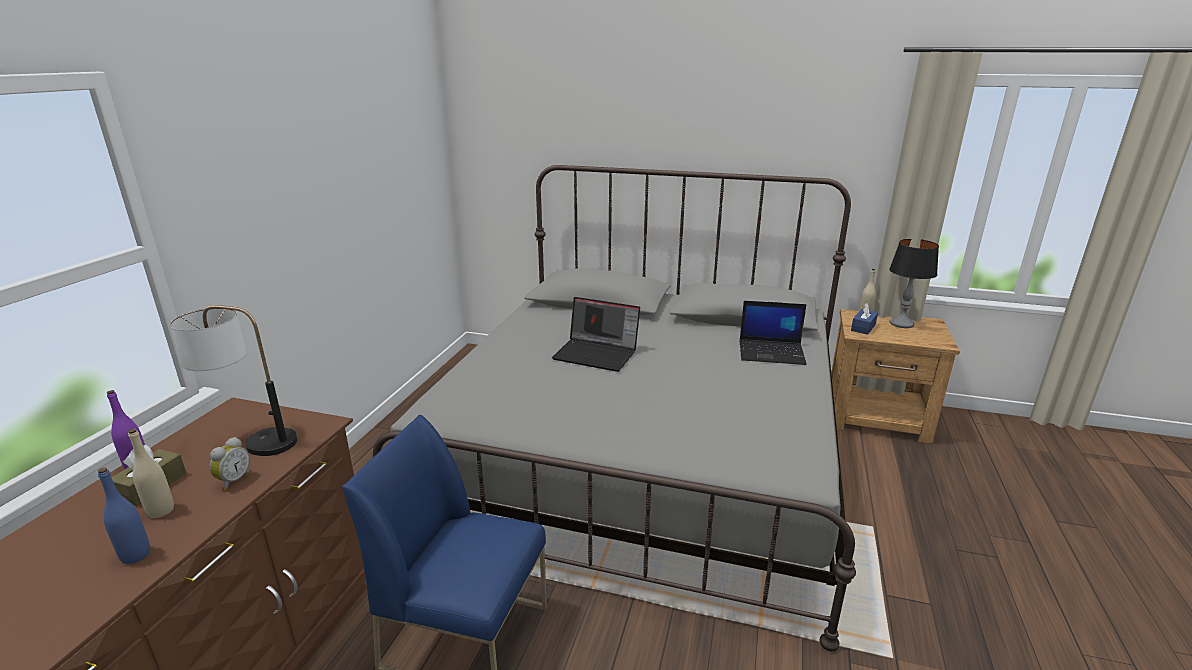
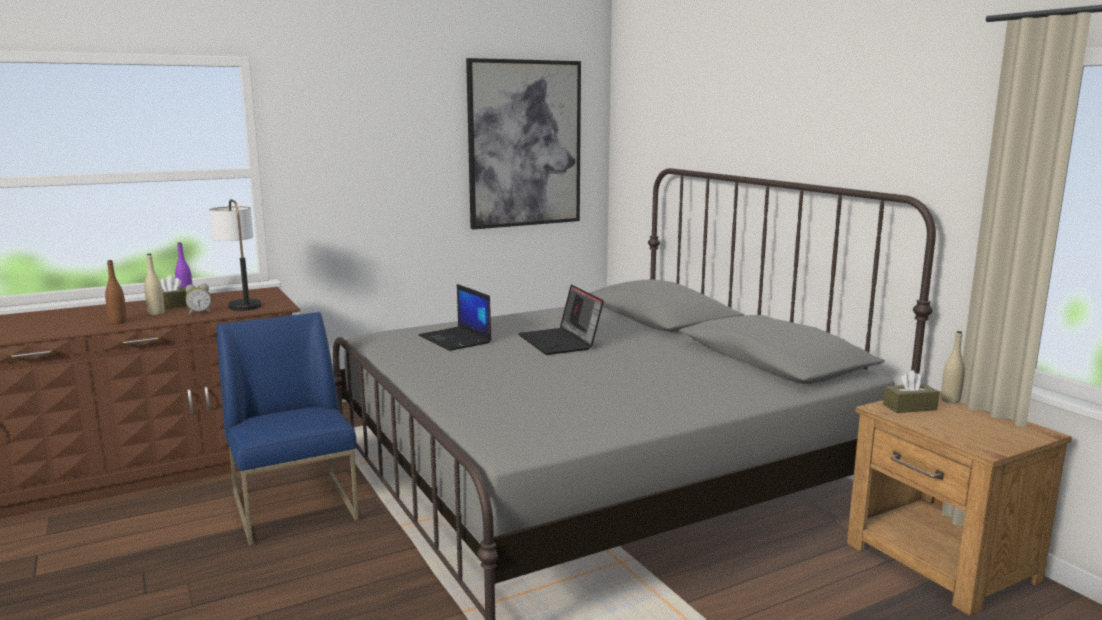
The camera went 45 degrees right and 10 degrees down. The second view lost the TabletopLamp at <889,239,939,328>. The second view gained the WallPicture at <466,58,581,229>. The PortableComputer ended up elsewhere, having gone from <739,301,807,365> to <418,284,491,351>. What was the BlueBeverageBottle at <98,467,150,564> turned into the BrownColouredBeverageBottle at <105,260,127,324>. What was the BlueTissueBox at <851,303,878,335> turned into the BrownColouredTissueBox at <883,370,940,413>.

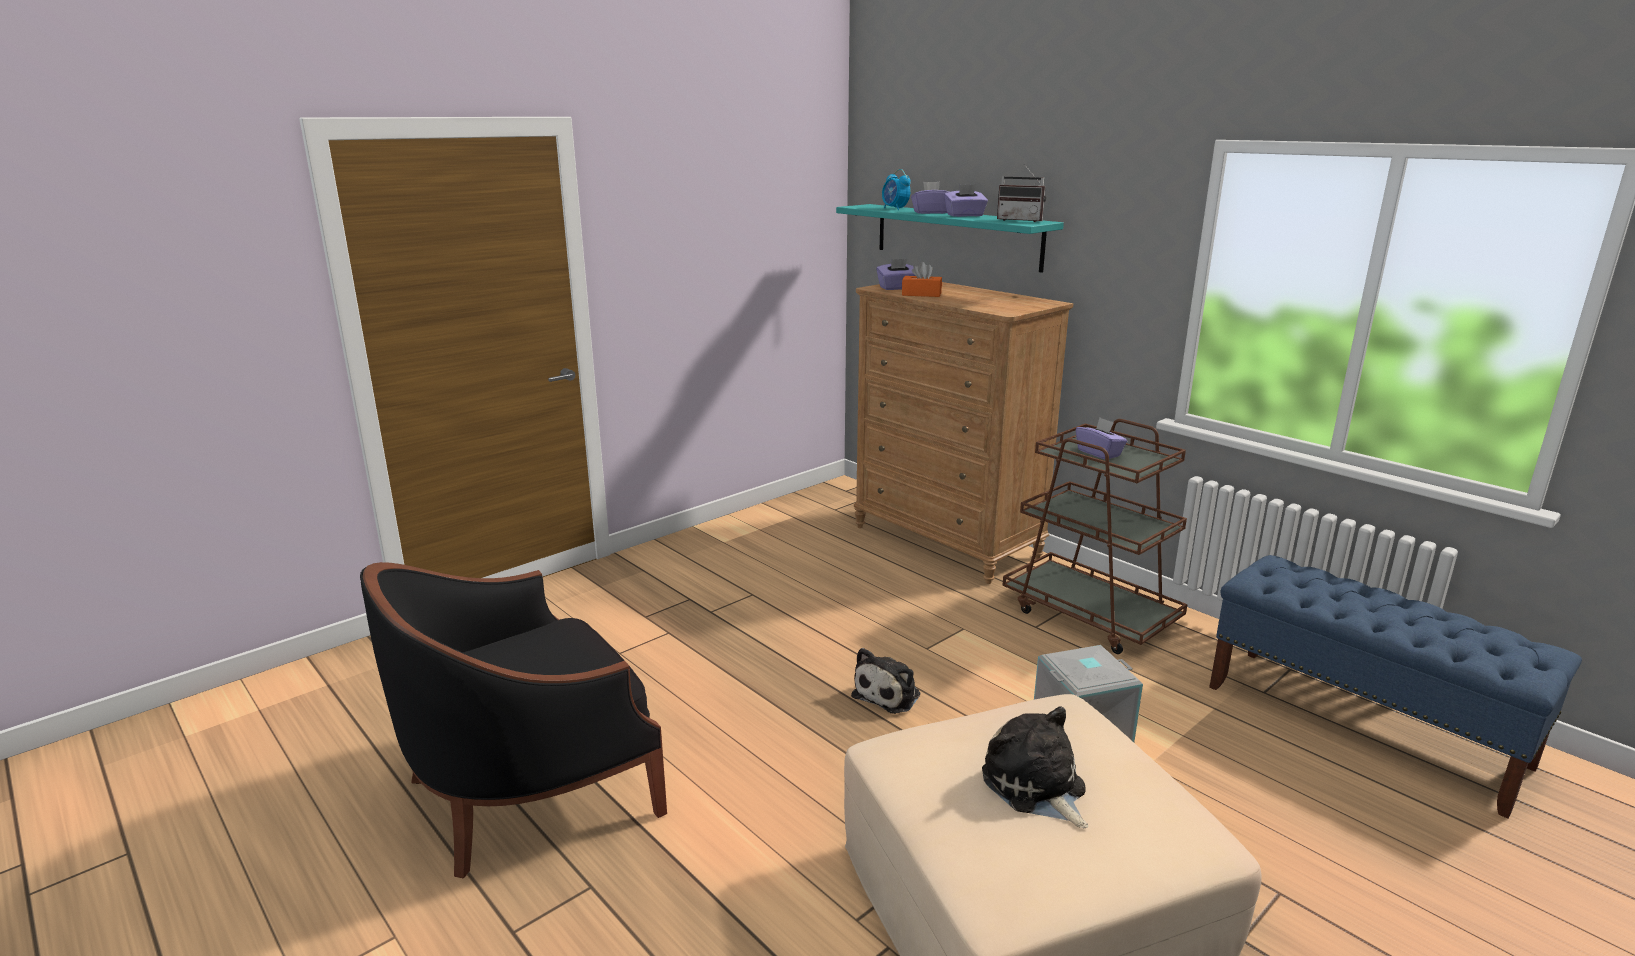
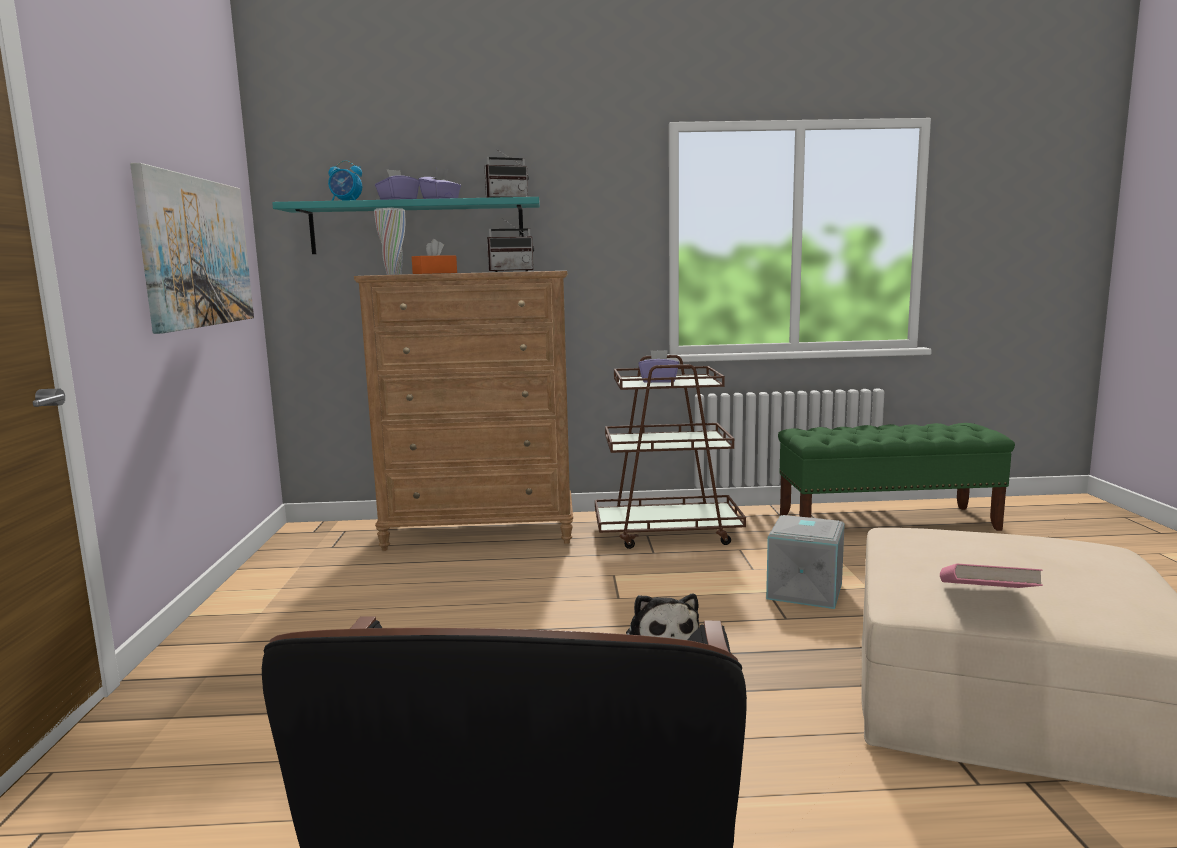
The camera went 50 degrees left and 10 degrees down. The second view lost the CuddlyToy at <982,706,1088,828>. The second view gained the WallPicture at <130,163,254,334>. The second view gained the RadioReceiver at <487,218,534,272>. The second view gained the PinkishBook at <940,564,1043,588>. Where the PurplishTissueBox stood at <876,259,916,290>, the WhiteColouredDecorativeVase came to stand at <374,208,405,275>. What was the BlueLongSeat at <1209,555,1582,819> turned into the GreenColouredLongSeat at <778,423,1015,531>.

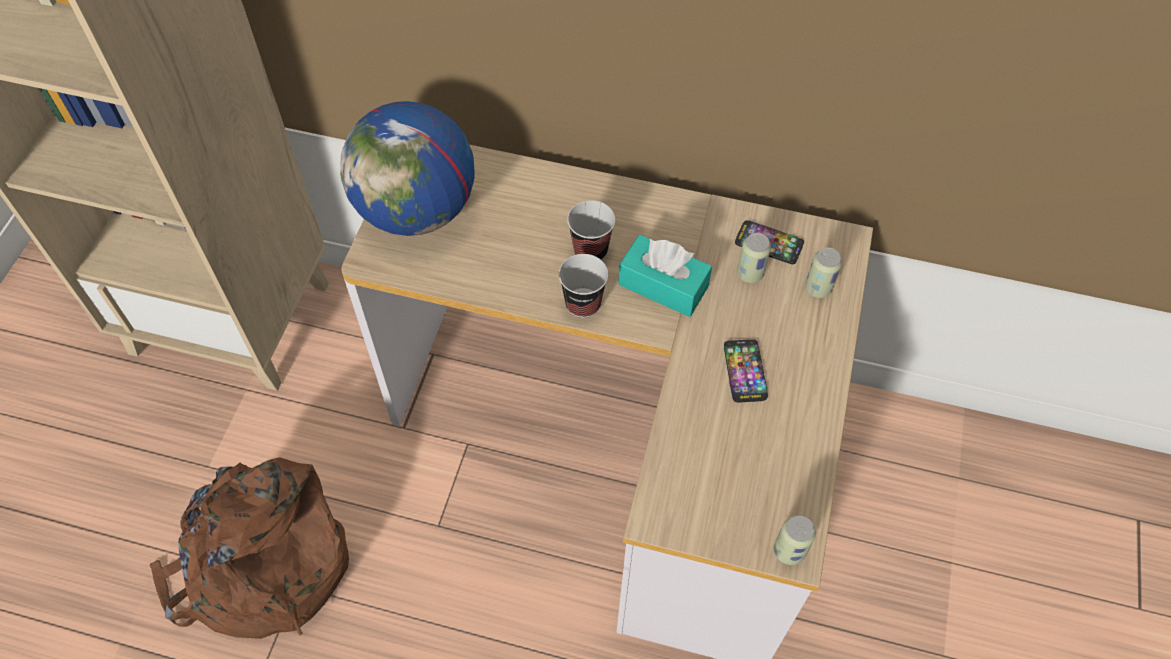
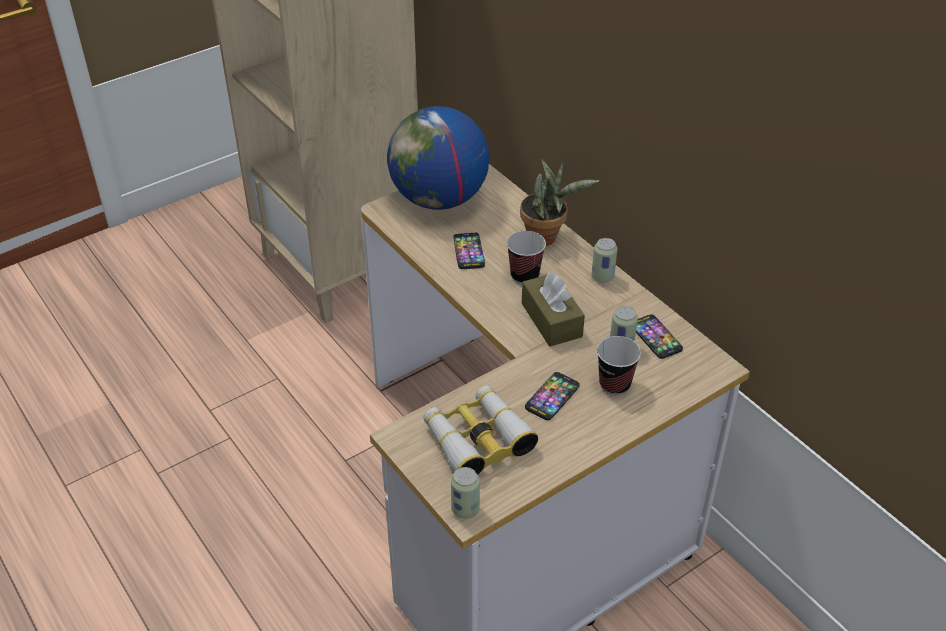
The camera went 40 degrees right and 15 degrees down. The second view lost the BrownColouredKnapsack at <150,457,349,639>. The second view gained the PairOfBinoculars at <423,385,538,475>. The second view gained the Handset at <453,233,485,269>. The second view gained the PottedPlant at <520,159,599,246>. The DrinkingCup ended up elsewhere, having gone from <559,254,608,318> to <597,336,641,395>. The MetalCan ended up elsewhere, having gone from <805,248,842,298> to <592,238,618,283>. What was the BlueGreenTissueBox at <618,235,712,317> turned into the BrownColouredTissueBox at <522,271,585,347>.

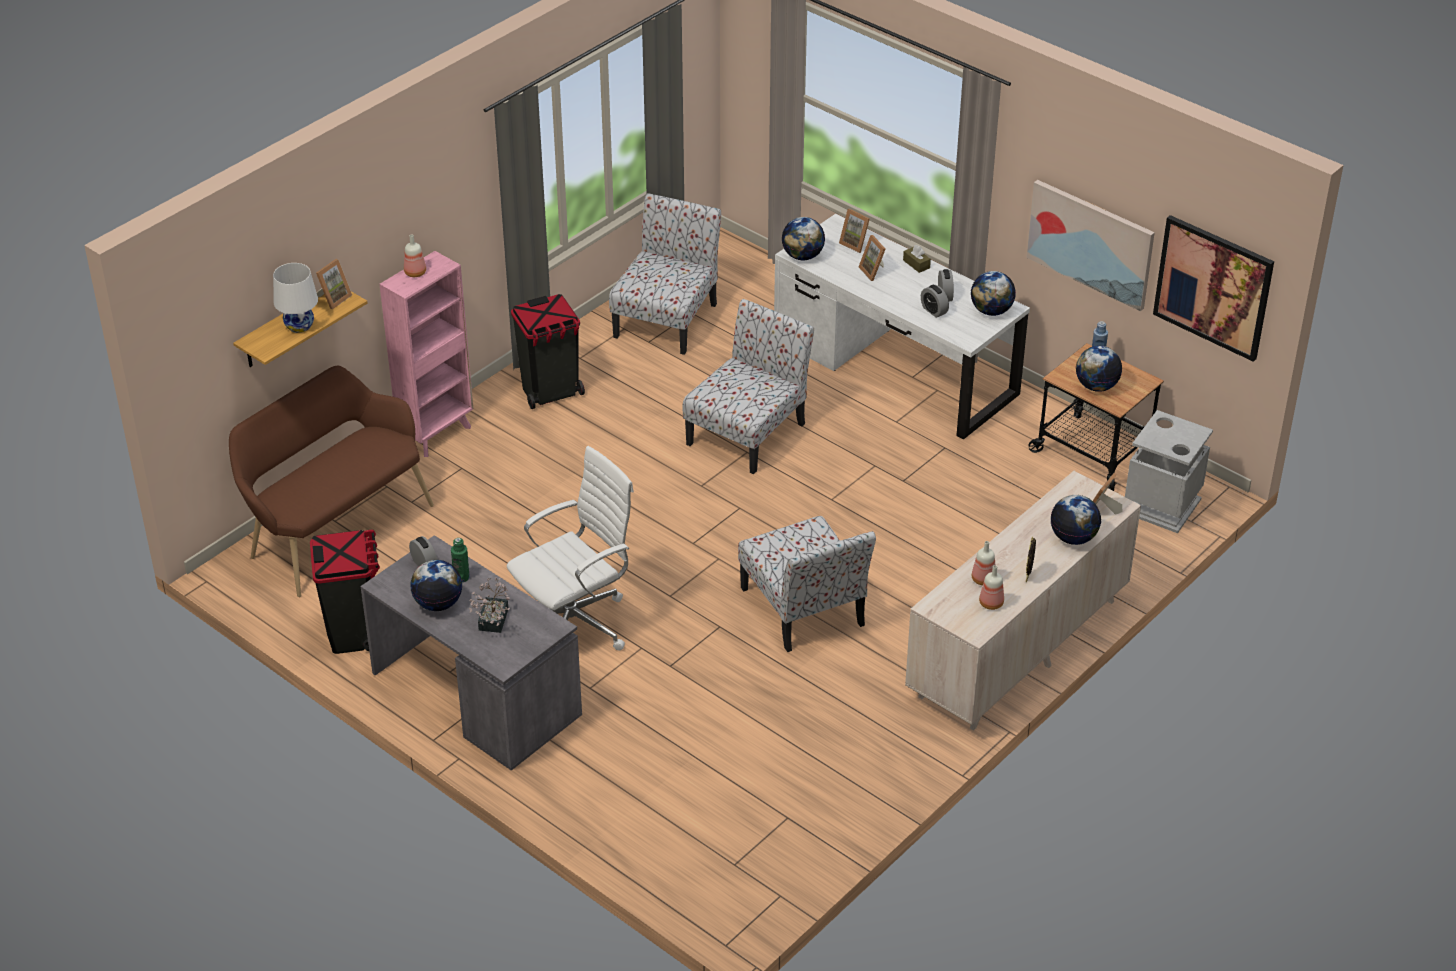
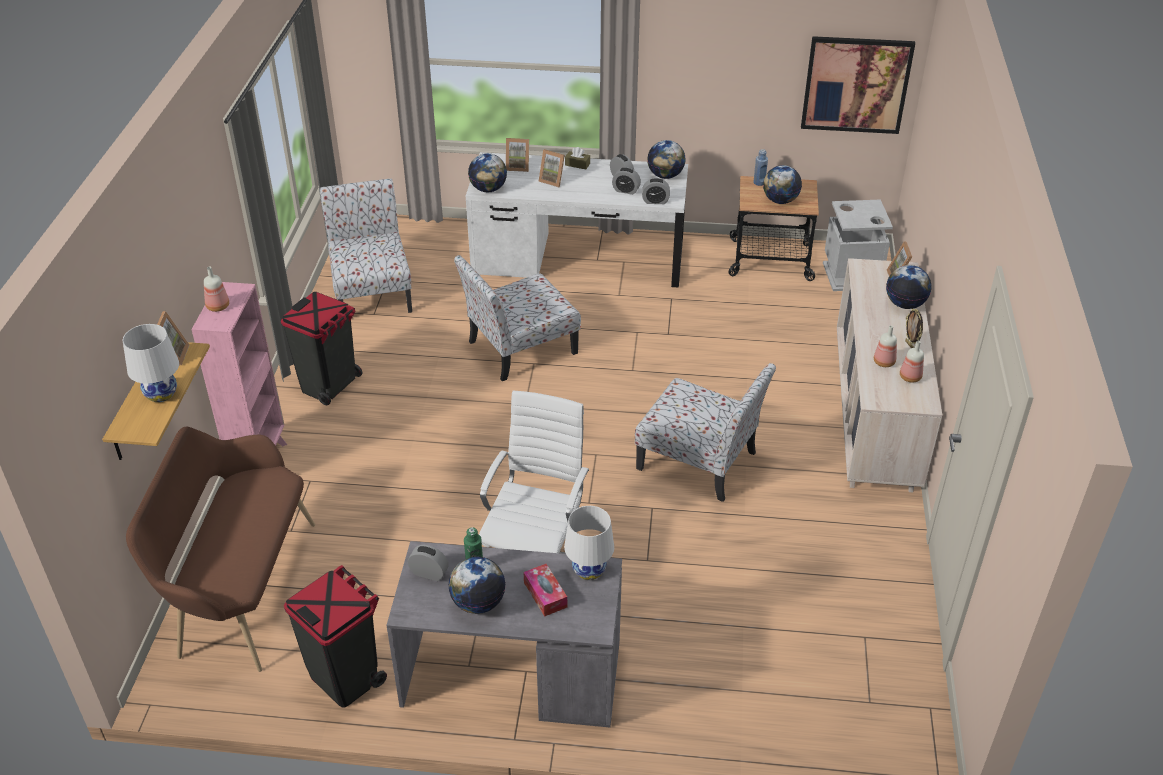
The camera went 35 degrees left and 0 degrees up. The second view lost the WallPicture at <1026,180,1155,311>. The second view gained the WhiteColouredTabletopLamp at <564,506,614,580>. The second view gained the BedsideClock at <642,178,670,204>. Where the PottedPlant stood at <469,577,510,633>, the TissueBox came to stand at <523,564,567,617>. The PlainChair at <683,299,814,474> ended up facing another way, 120 degrees counterclockwise from before.

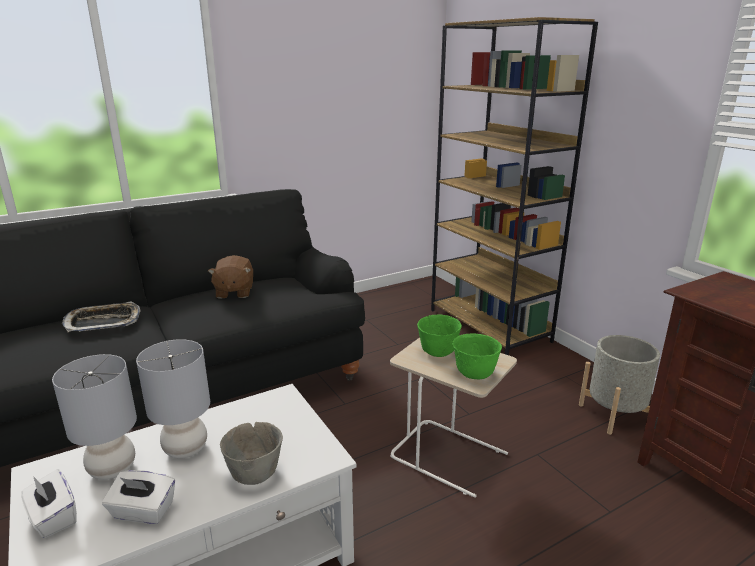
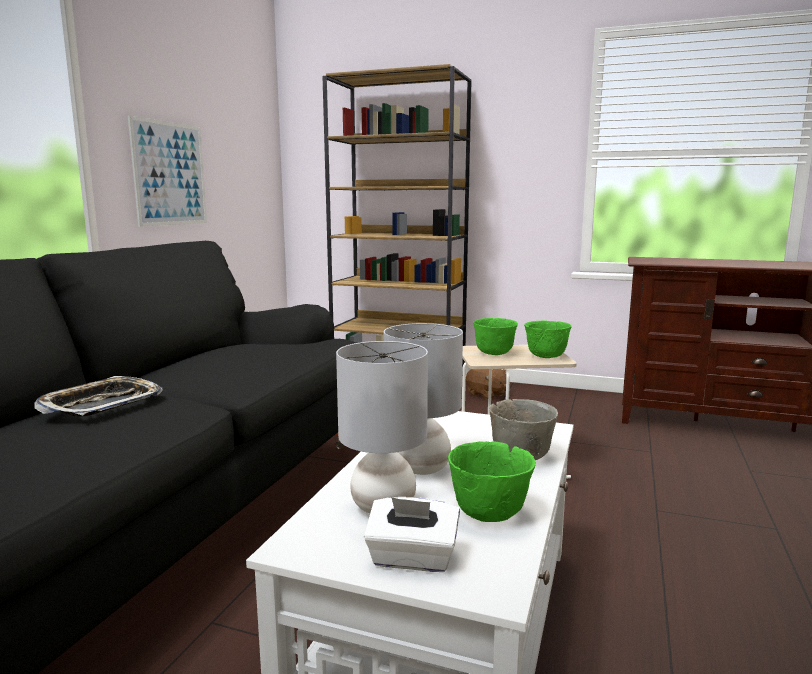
The camera went 40 degrees left and 10 degrees down. The second view lost the GreyishFlowerPot at <579,335,660,435>. The second view gained the WallPicture at <128,115,207,227>. The BrownColouredCuddlyToy ended up elsewhere, having gone from <208,255,253,299> to <466,369,506,399>. Where the WhiteColouredTissueBox stood at <102,470,175,524>, the GreenColouredDeepDish came to stand at <448,441,536,522>.

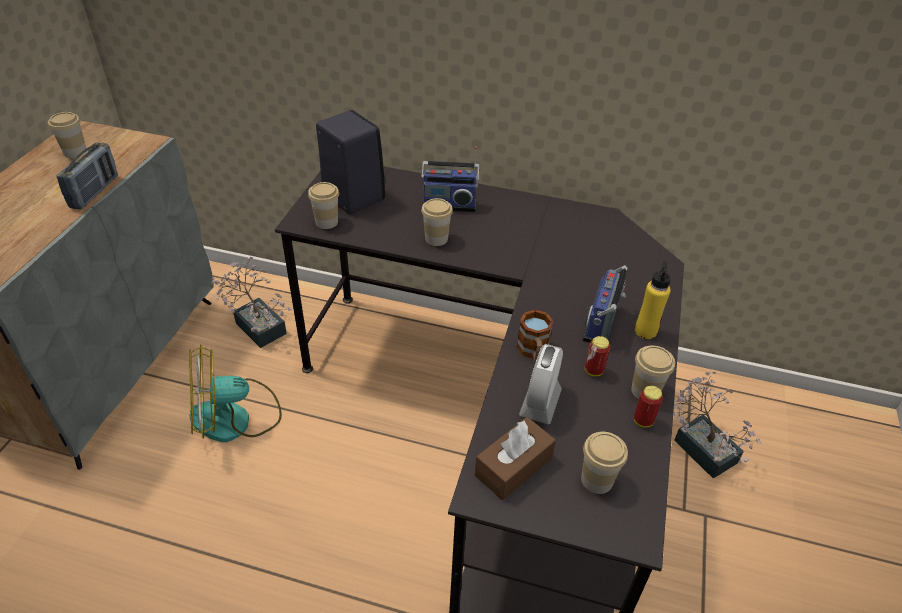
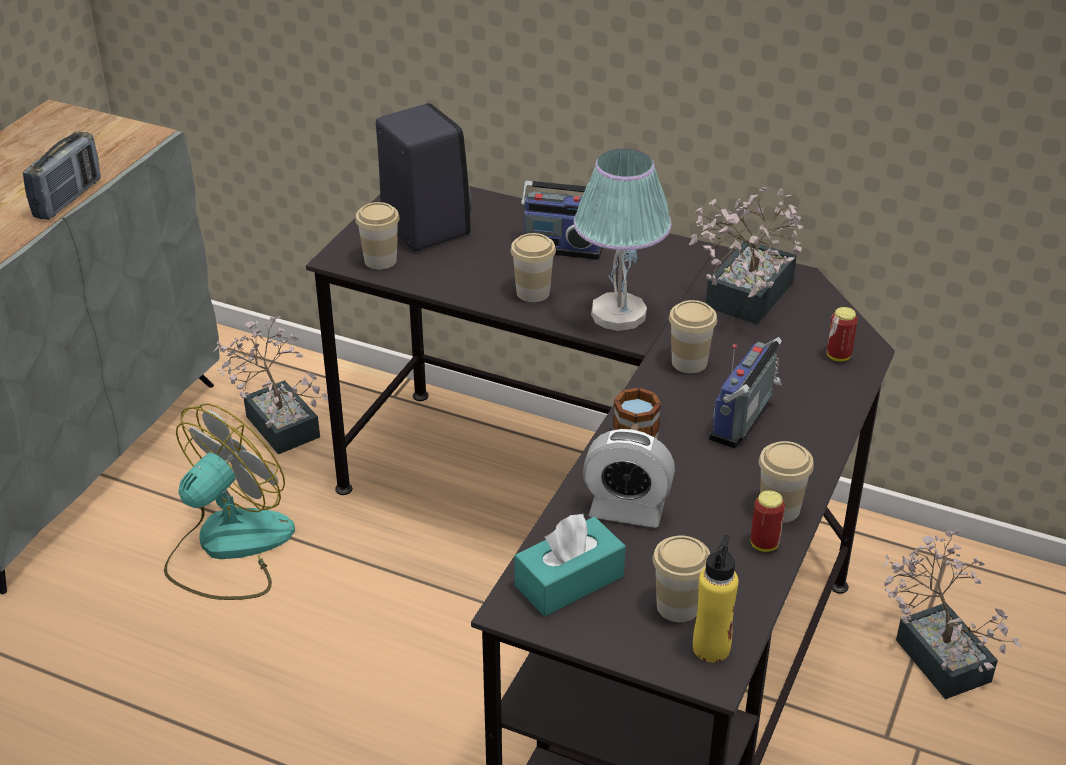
The camera went 10 degrees right and 5 degrees down. The second view gained the TabletopLamp at <574,149,672,331>. The second view gained the PottedPlant at <689,187,803,324>. The DrinkingCup ended up elsewhere, having gone from <48,112,86,158> to <669,300,717,373>. The MetalCan ended up elsewhere, having gone from <585,336,610,376> to <827,307,858,362>. The YellowBeverageBottle ended up elsewhere, having gone from <635,261,671,339> to <693,535,739,662>. What was the BrownColouredTissueBox at <475,417,556,500> turned into the BlueGreenTissueBox at <515,514,625,616>. The ElectricFan at <189,344,282,442> ended up facing another way, 135 degrees clockwise from before. The BedsideClock at <519,344,563,424> ended up facing another way, 105 degrees counterclockwise from before.

